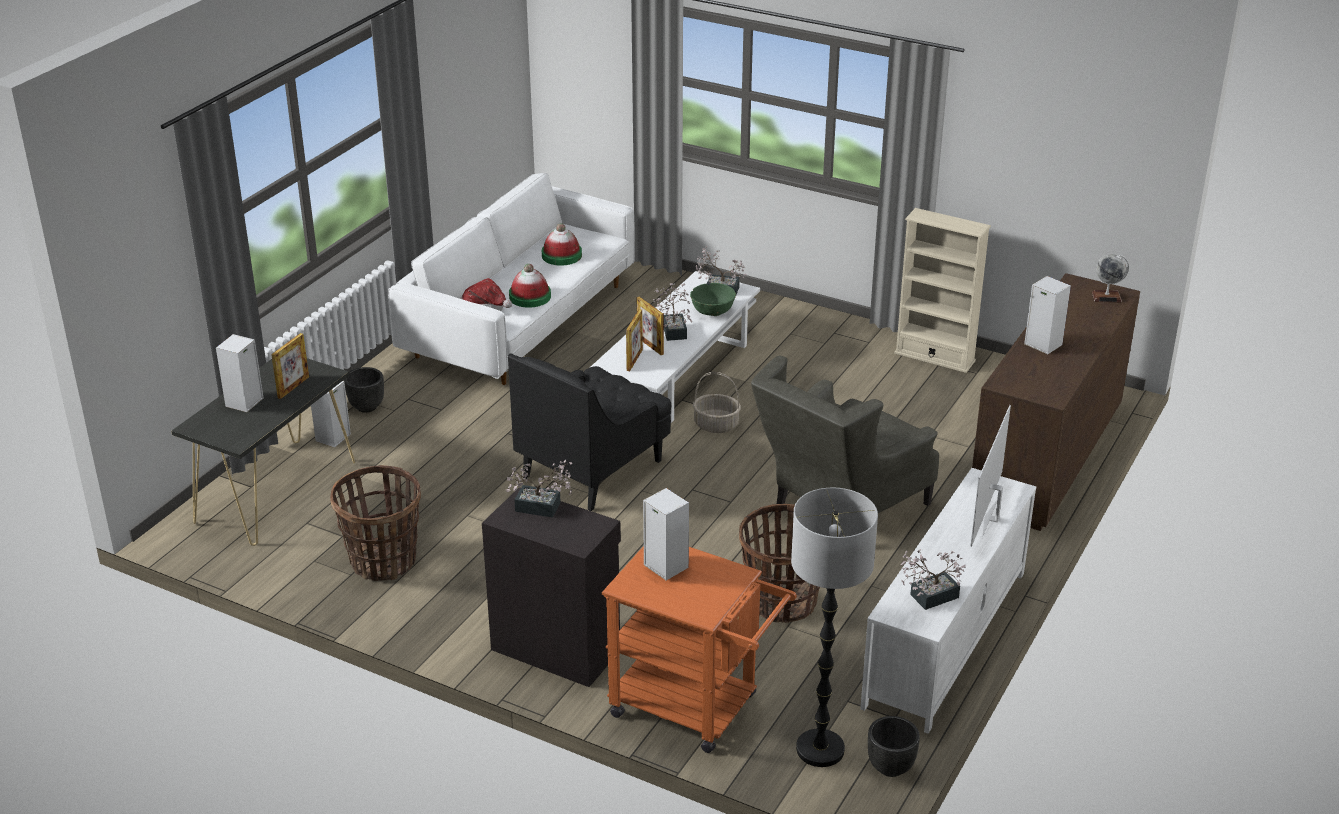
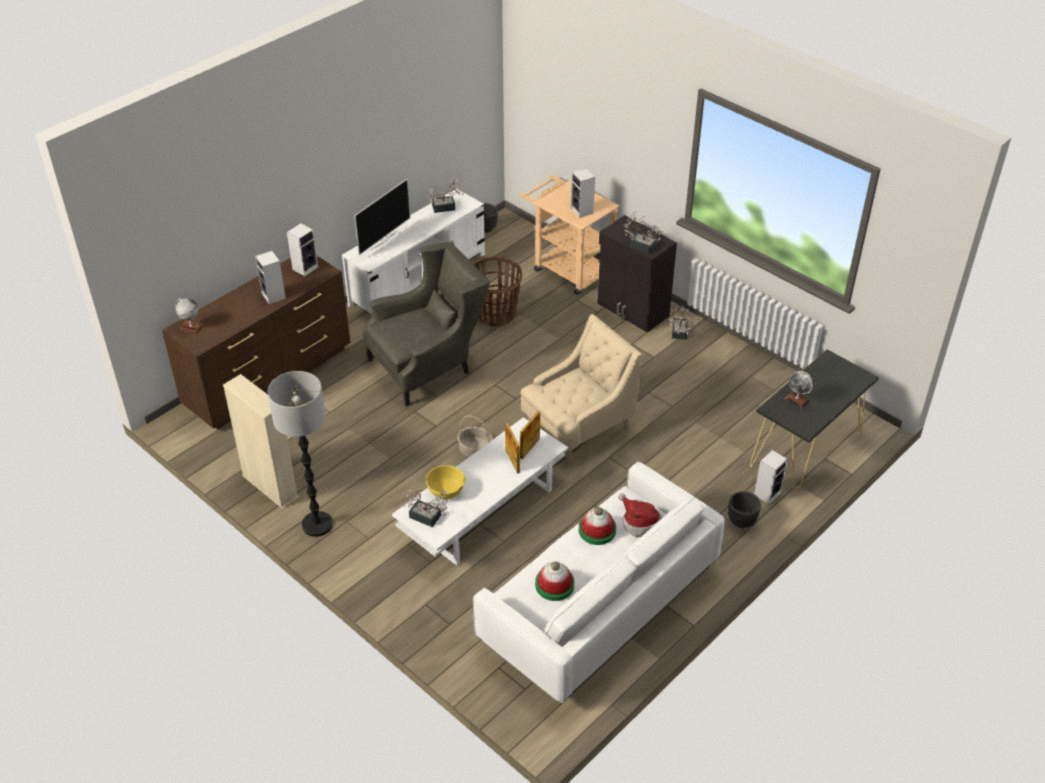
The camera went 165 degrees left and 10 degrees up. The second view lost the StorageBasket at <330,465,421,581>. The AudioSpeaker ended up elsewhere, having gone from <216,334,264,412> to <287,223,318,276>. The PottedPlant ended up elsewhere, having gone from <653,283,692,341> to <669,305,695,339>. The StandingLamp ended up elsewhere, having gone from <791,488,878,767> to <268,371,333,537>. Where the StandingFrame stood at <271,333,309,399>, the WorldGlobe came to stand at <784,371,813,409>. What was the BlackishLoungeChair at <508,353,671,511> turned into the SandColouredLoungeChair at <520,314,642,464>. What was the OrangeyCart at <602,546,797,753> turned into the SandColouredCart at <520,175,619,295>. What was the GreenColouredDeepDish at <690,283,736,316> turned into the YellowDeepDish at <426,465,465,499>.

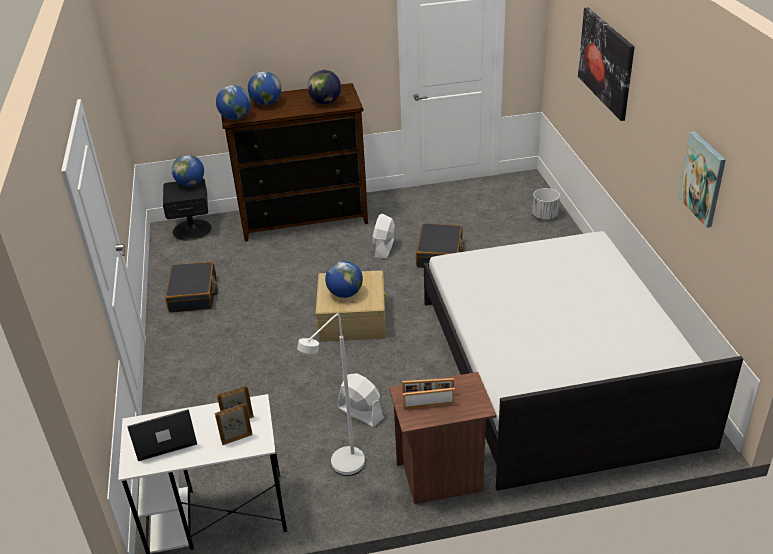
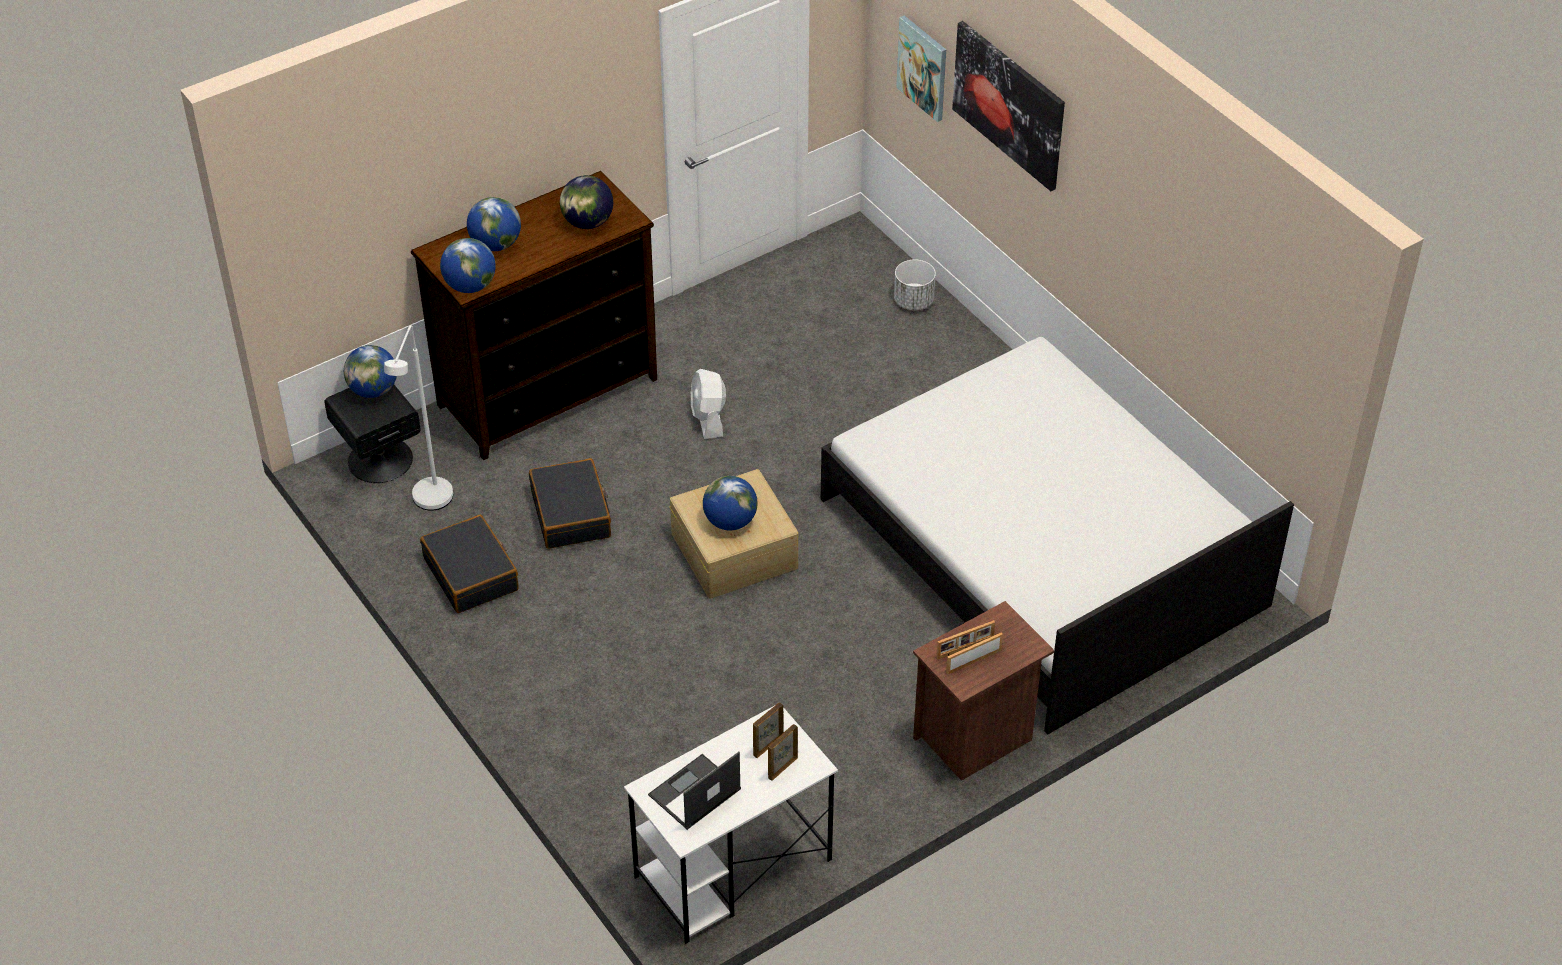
The camera went 25 degrees left and 10 degrees up. The second view lost the WhiteColouredElectricFan at <337,373,384,427>. The WhiteColouredStandingLamp ended up elsewhere, having gone from <297,313,365,476> to <384,325,453,511>. The BlackishPieceOfLuggage ended up elsewhere, having gone from <416,223,464,268> to <529,458,611,549>. The WallPicture ended up elsewhere, having gone from <678,131,726,228> to <896,15,946,122>.

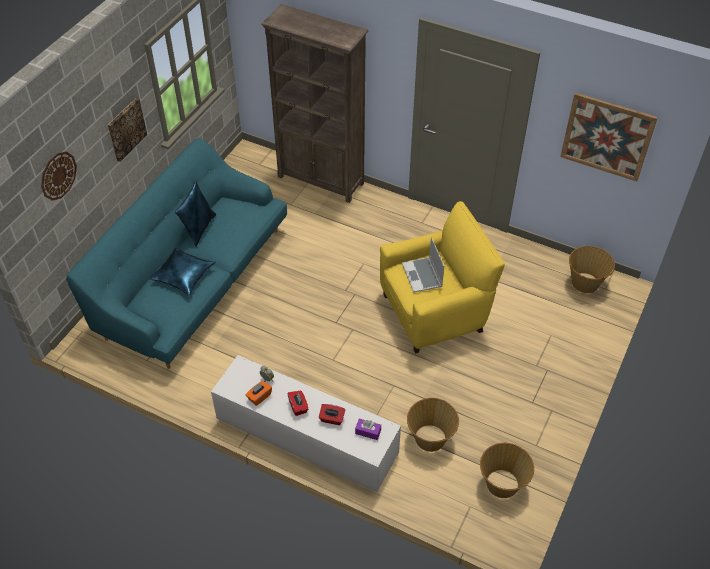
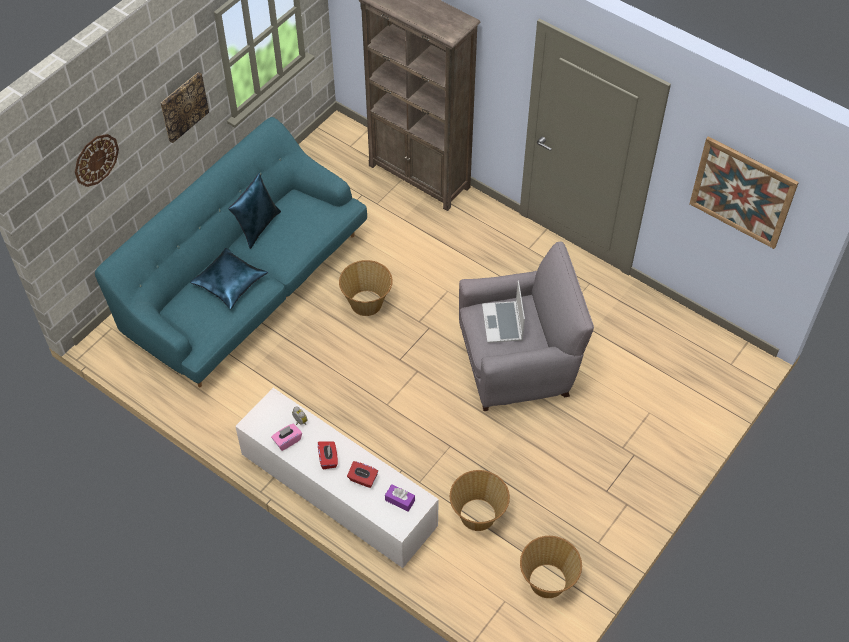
The camera went 10 degrees right and 5 degrees up. The StorageBasket ended up elsewhere, having gone from <569,246,615,293> to <339,260,393,316>. What was the OrangeyTissueBox at <245,381,272,406> turned into the PinkishTissueBox at <271,424,302,451>. What was the YellowLoungeChair at <380,201,505,354> turned into the GreyishLoungeChair at <459,242,594,411>.

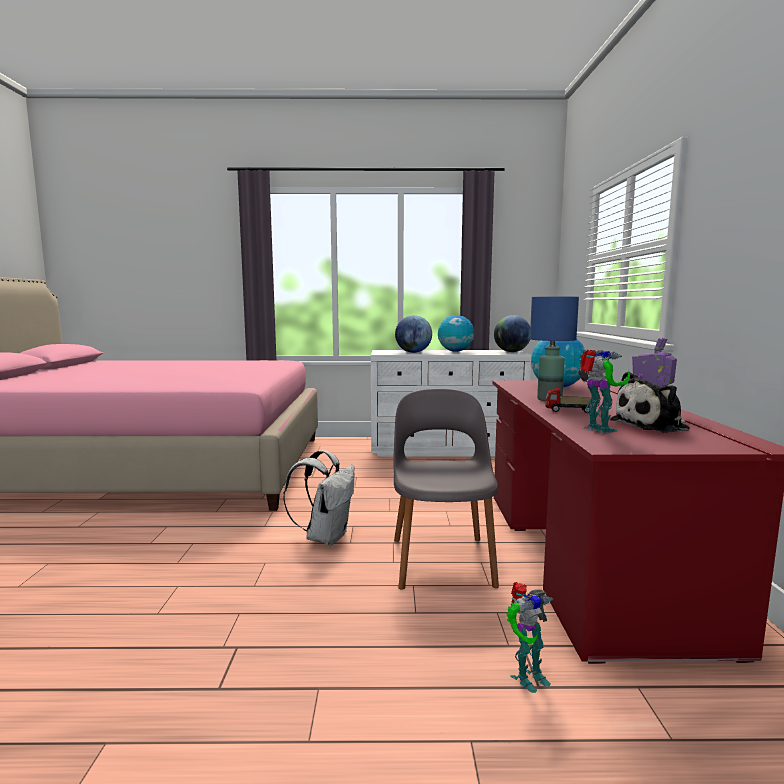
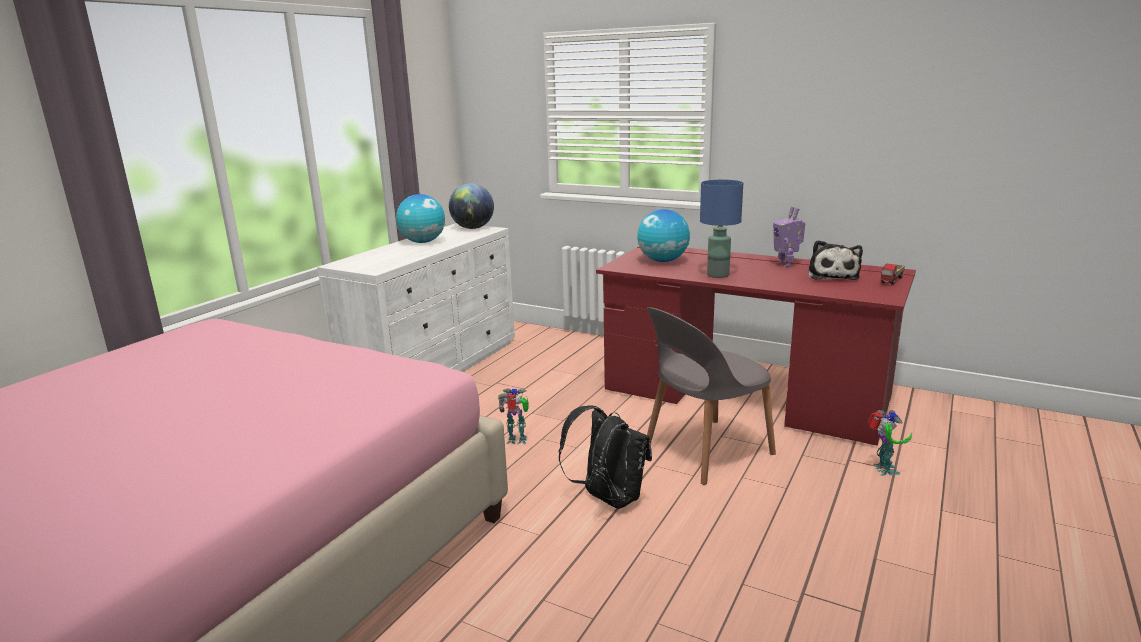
The camera went 60 degrees left and 10 degrees up. The second view lost the WorldGlobe at <395,315,432,353>. The ToyLorry ended up elsewhere, having gone from <545,388,596,413> to <881,264,905,285>. The ToyRobot ended up elsewhere, having gone from <578,350,630,434> to <498,388,529,445>. What was the WhiteColouredKnapsack at <283,450,355,545> turned into the BlackishKnapsack at <558,405,652,509>. The GreyishPlainChair at <393,389,499,590> ended up facing another way, 60 degrees counterclockwise from before.

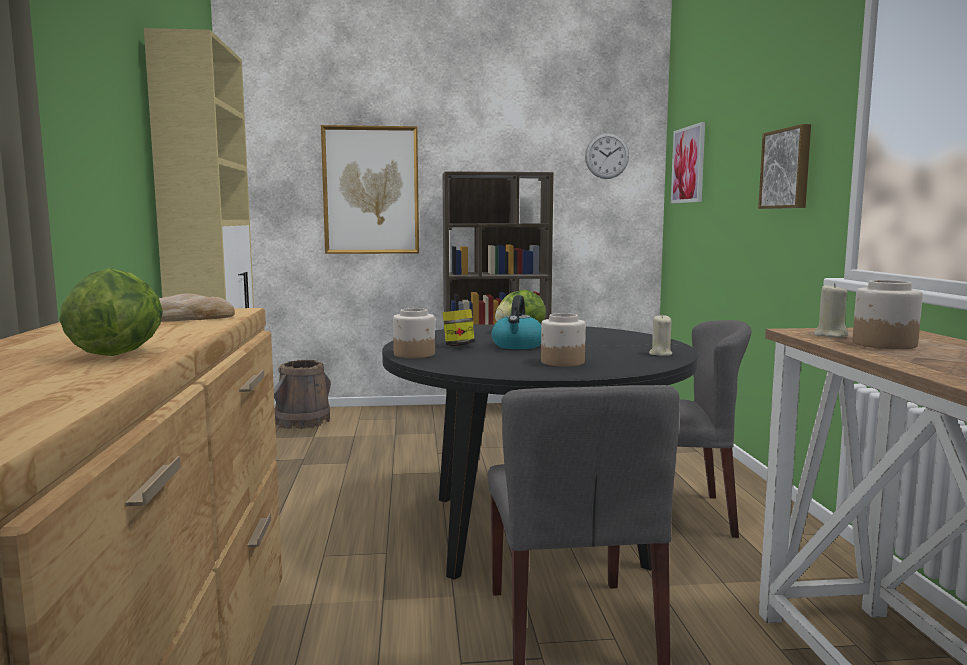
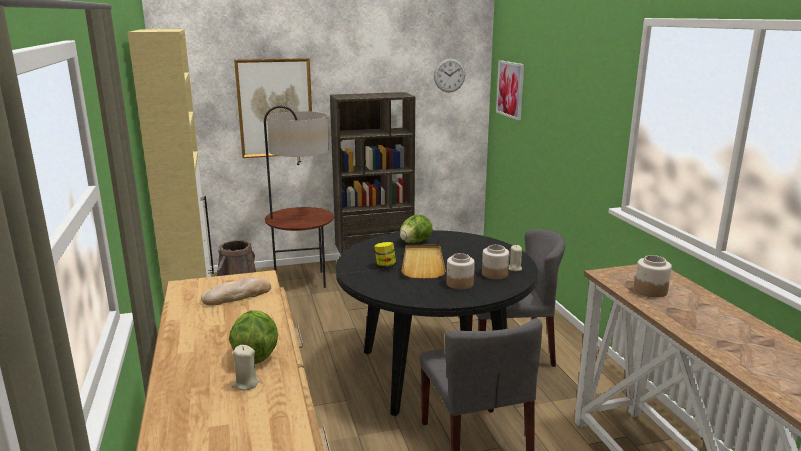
The camera went 10 degrees left and 10 degrees up. The second view lost the WallPicture at <758,124,811,209>. The second view gained the StandingLamp at <264,106,334,288>. The Jar ended up elsewhere, having gone from <393,308,435,358> to <482,245,509,279>. The SandColouredWaxLight ended up elsewhere, having gone from <813,283,848,337> to <232,345,260,390>. Where the WaterKettle stood at <491,295,541,349>, the SandColouredServingTray came to stand at <402,245,446,279>.

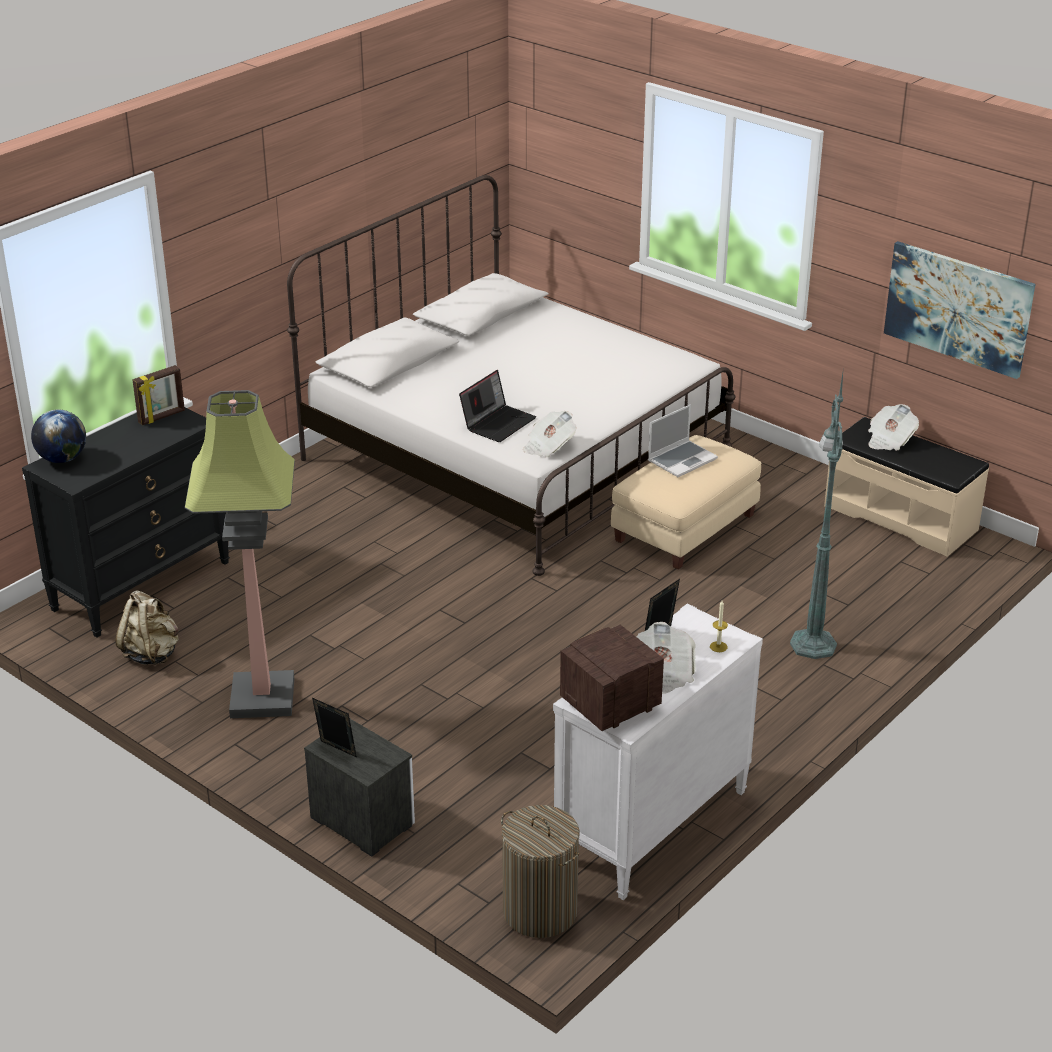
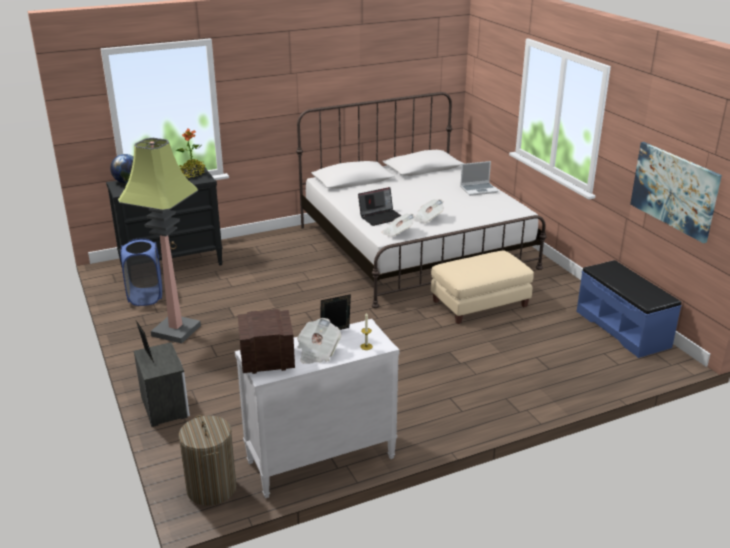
The camera went 25 degrees right and 5 degrees down. The second view lost the GreenColouredStandingLamp at <790,373,843,659>. The PortableComputer ended up elsewhere, having gone from <648,404,718,477> to <460,161,498,196>. The PrintedPaper ended up elsewhere, having gone from <868,404,919,451> to <413,199,444,223>. Where the SandColouredKnapsack stood at <116,590,179,665>, the BlueLaundryBasket came to stand at <120,238,162,306>. Where the StandingFrame stood at <132,365,185,425>, the PottedPlant came to stand at <176,128,205,178>. What was the SandColouredLongSeat at <824,417,989,557> turned into the BlueLongSeat at <576,260,682,358>.

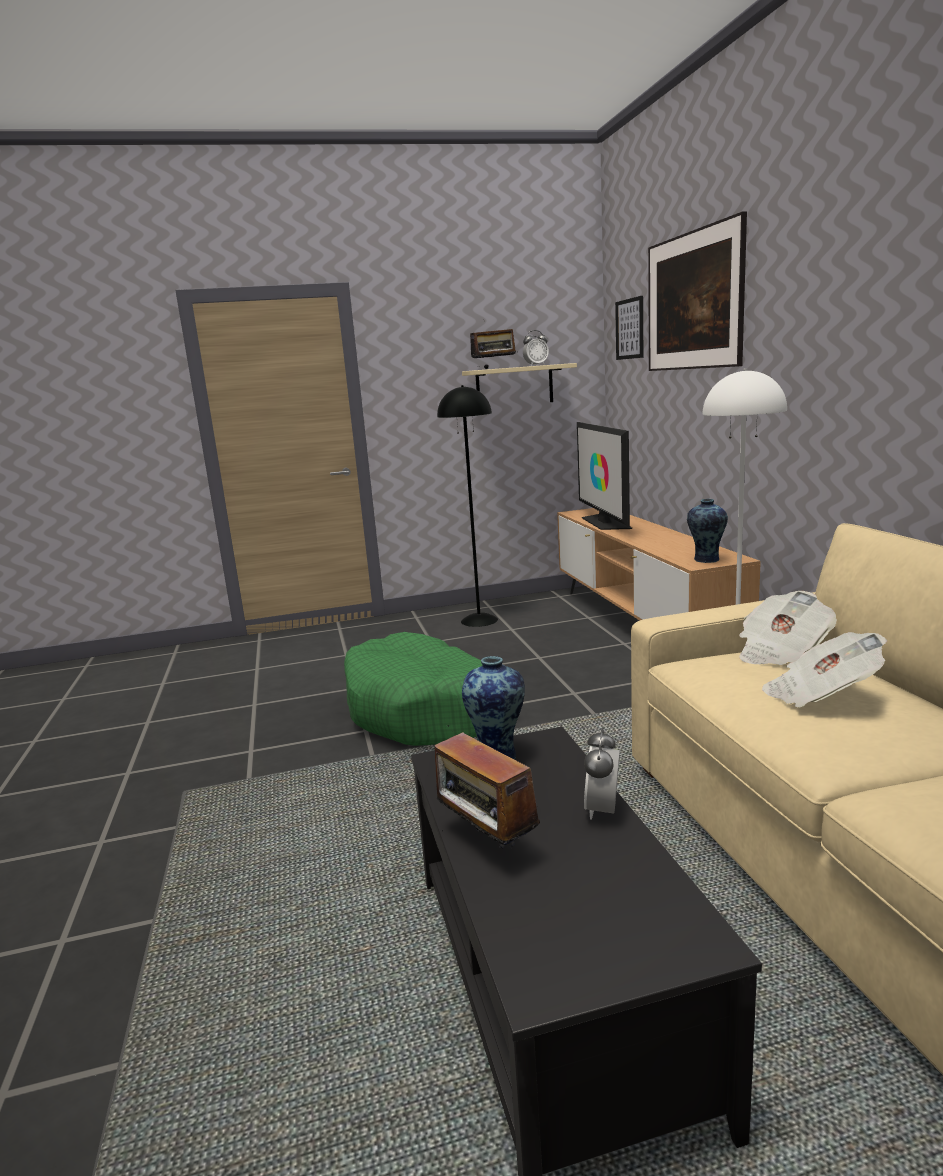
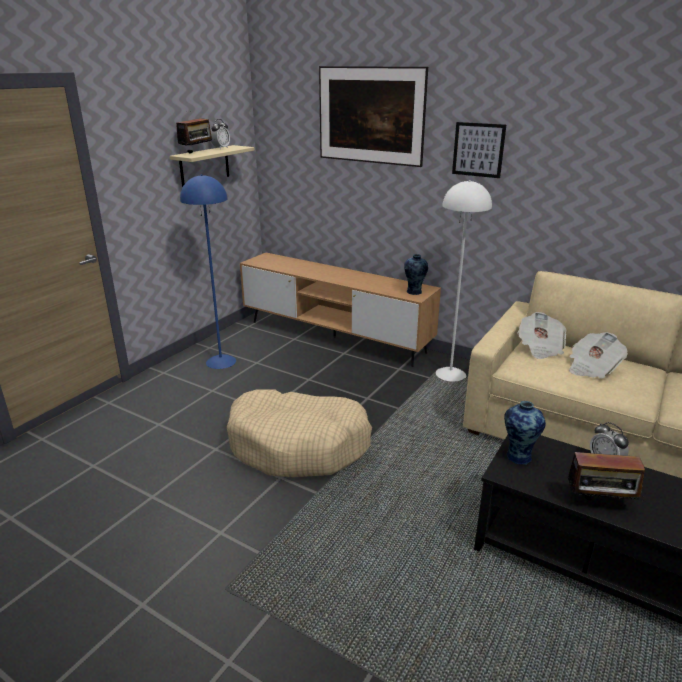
The camera went 45 degrees left and 10 degrees up. The second view lost the TvSet at <577,422,632,530>. The WallPicture ended up elsewhere, having gone from <615,296,643,360> to <452,122,506,178>. What was the GreenColouredDogCushion at <344,632,482,746> turned into the SandColouredDogCushion at <227,389,372,477>. What was the BlackishStandingLamp at <437,385,498,627> turned into the BlueStandingLamp at <180,174,236,369>.

